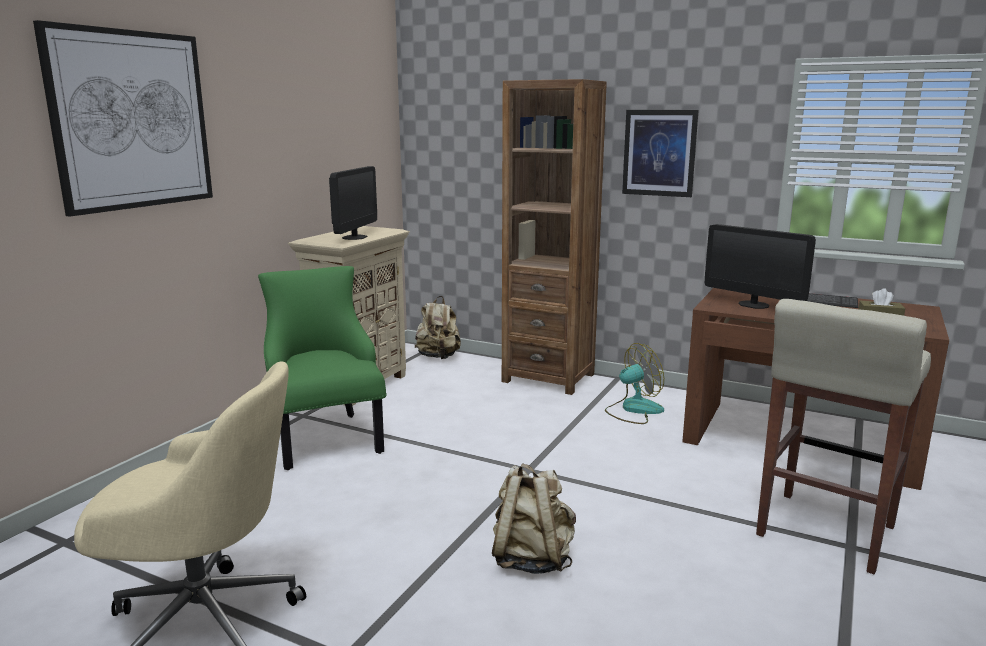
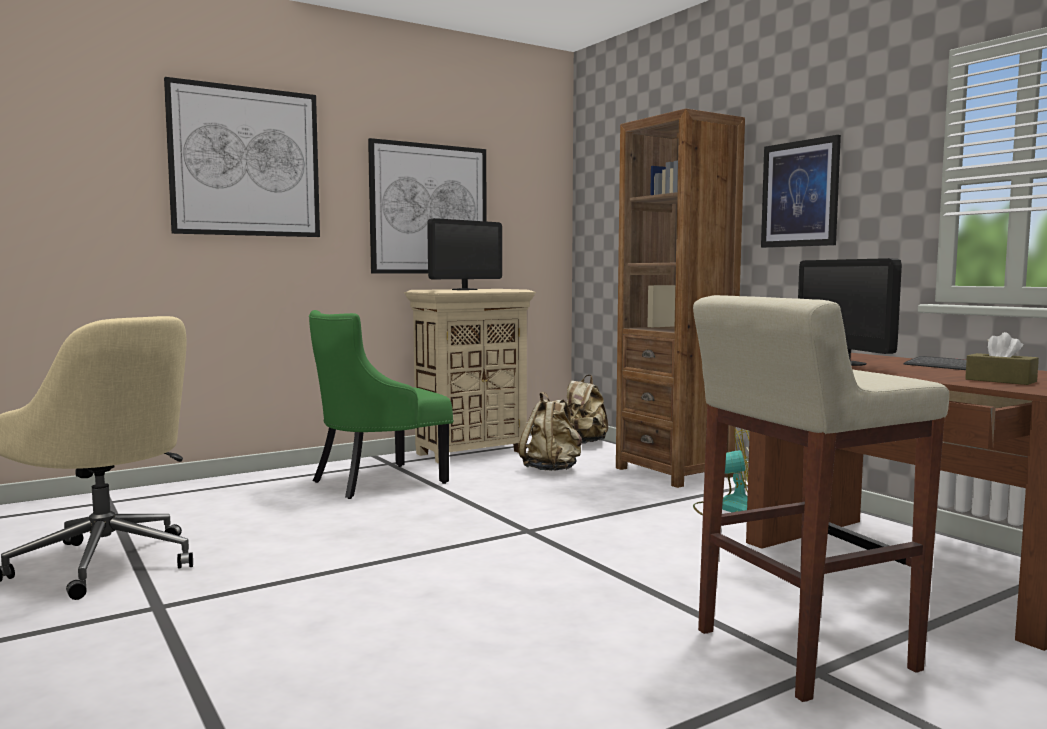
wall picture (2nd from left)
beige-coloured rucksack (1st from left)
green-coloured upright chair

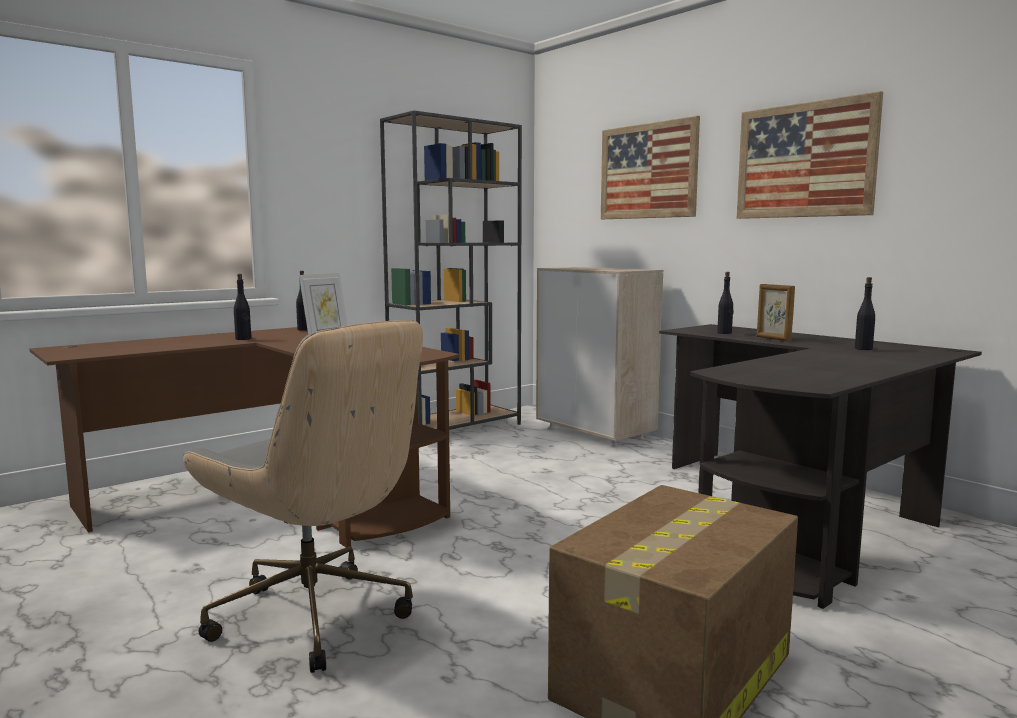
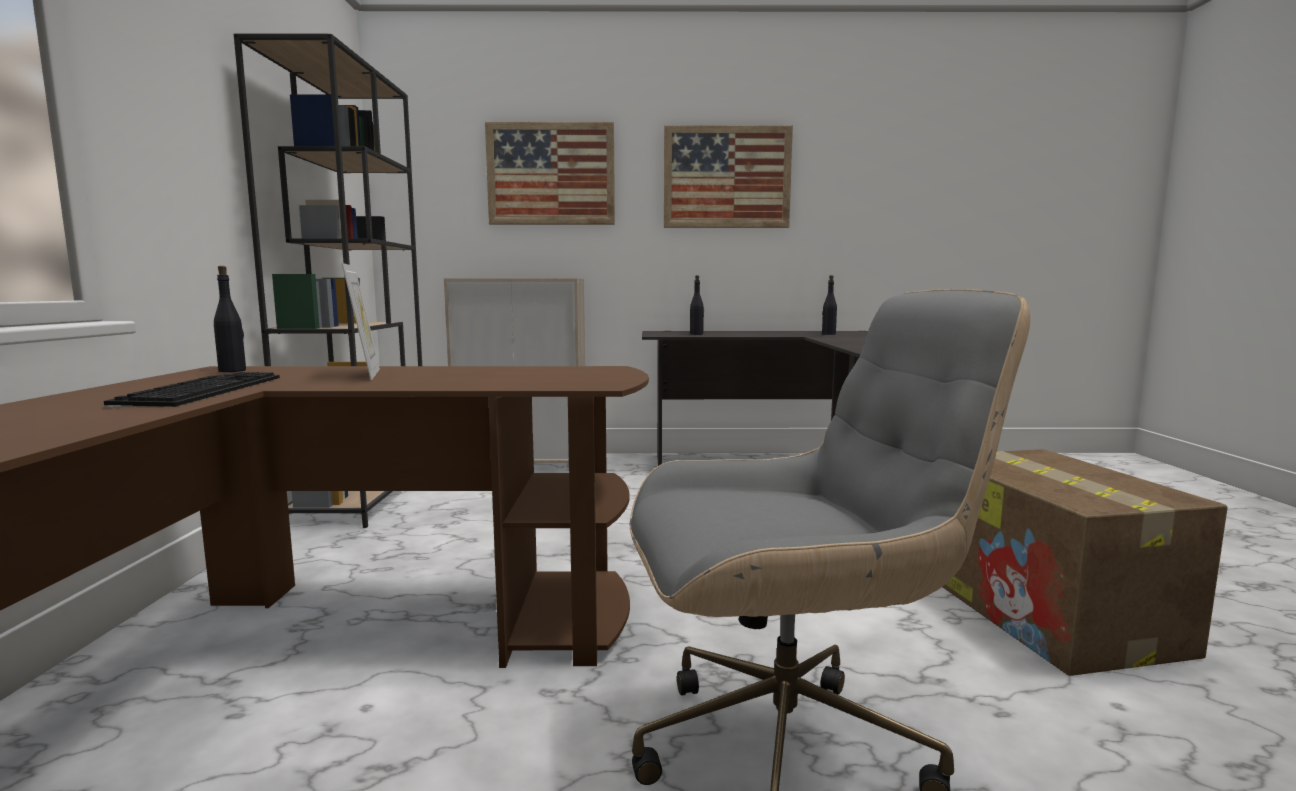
photo frame (2nd from left in the first image)
keyboard

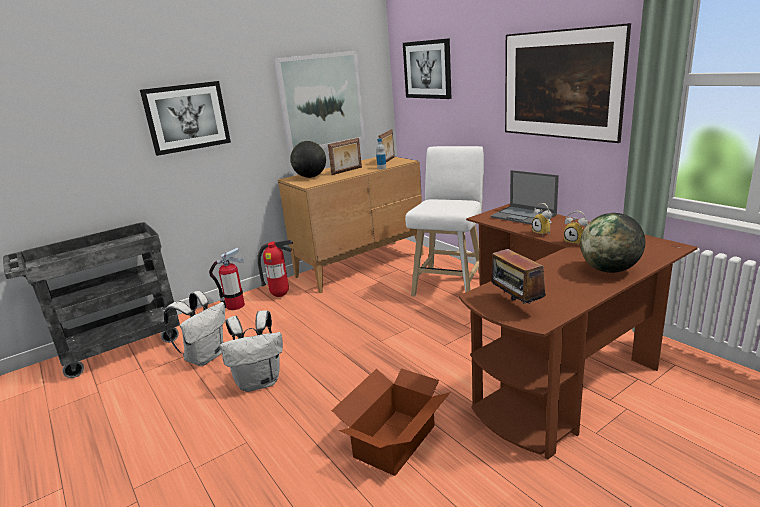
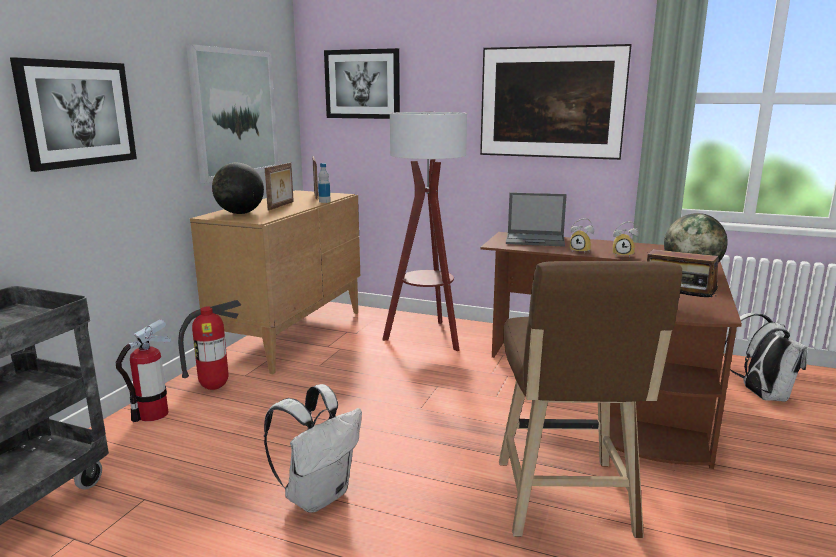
white-coloured rucksack (2nd from left)
brownish stool seat
standard lamp

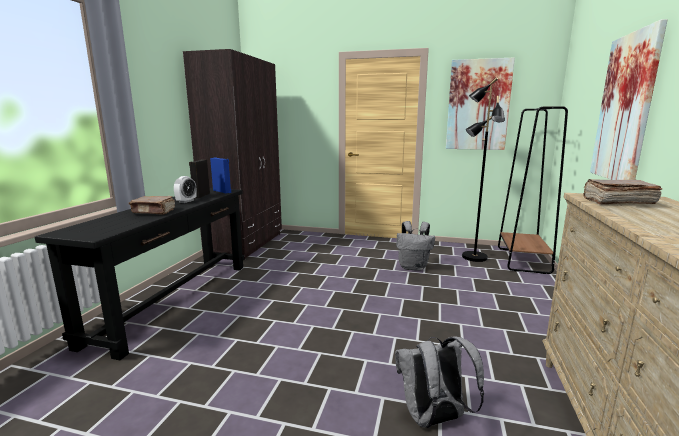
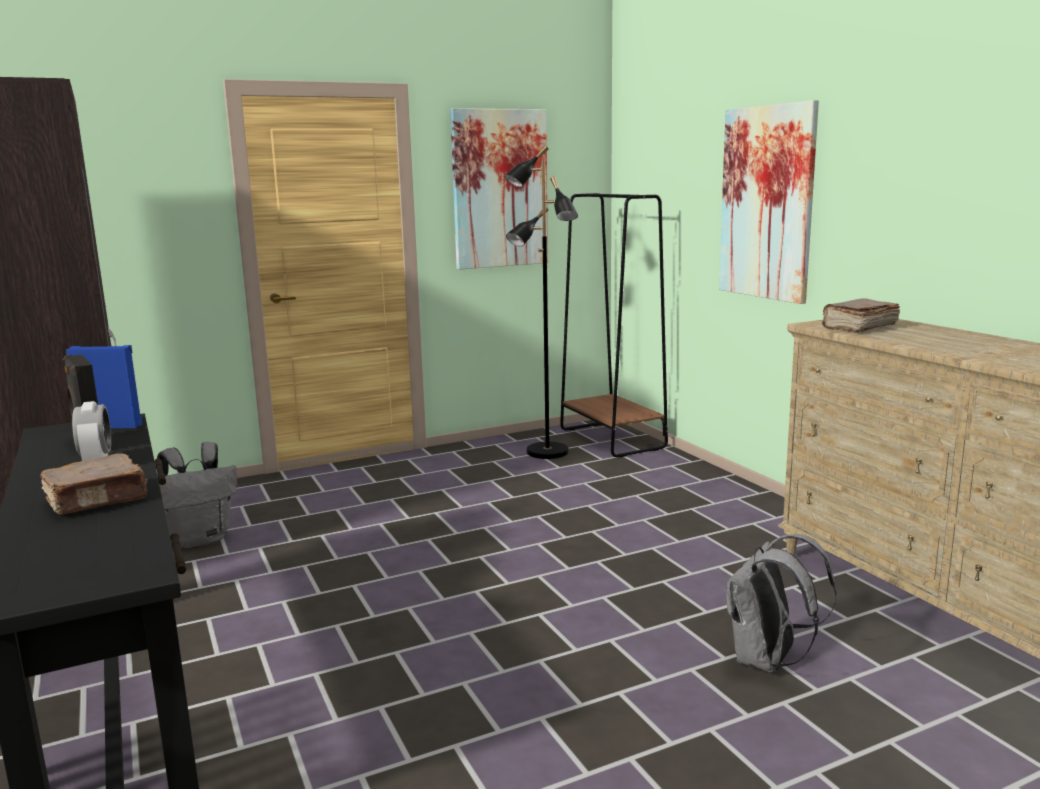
gray rucksack (1st from left)

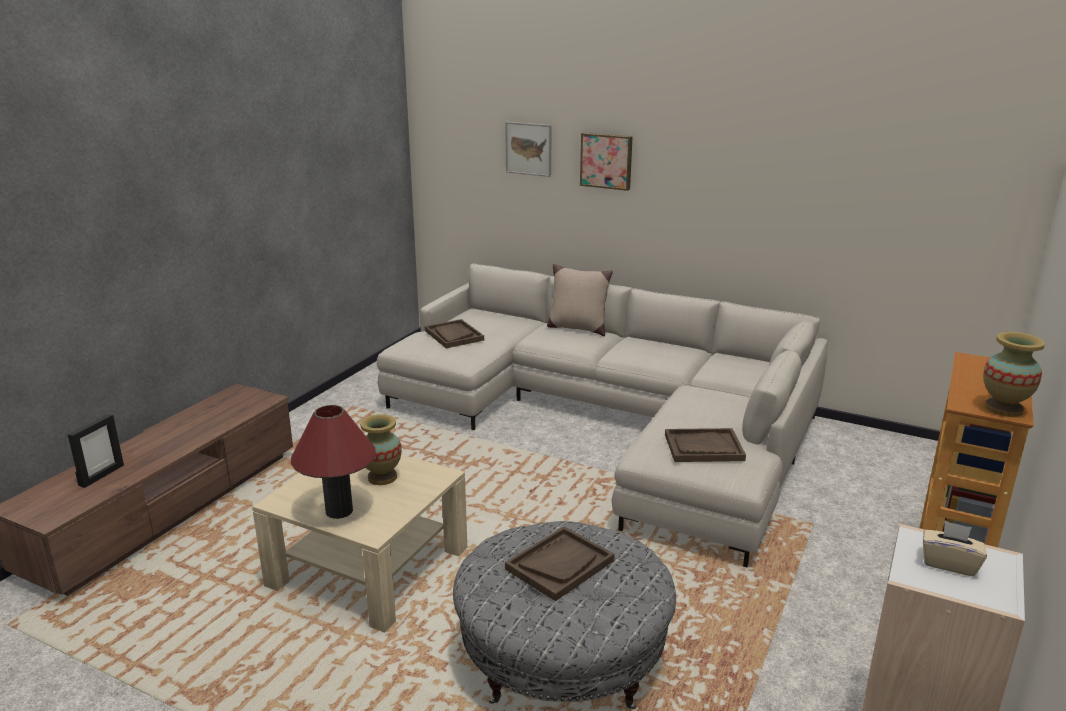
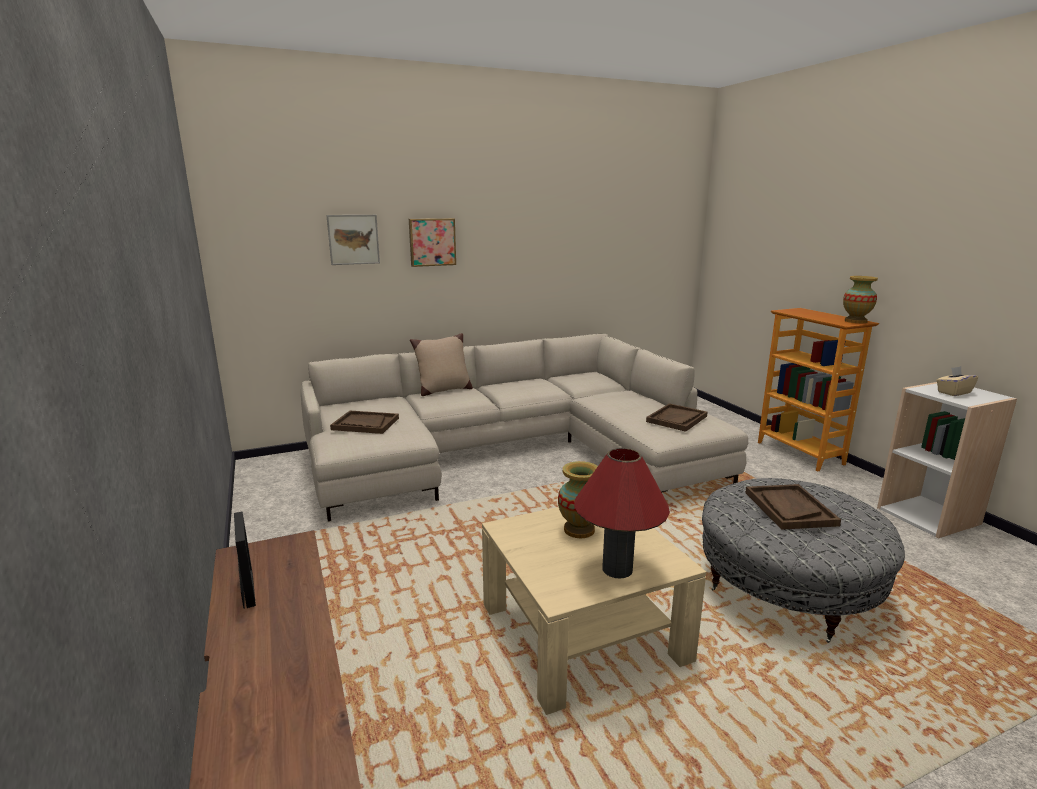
photo frame

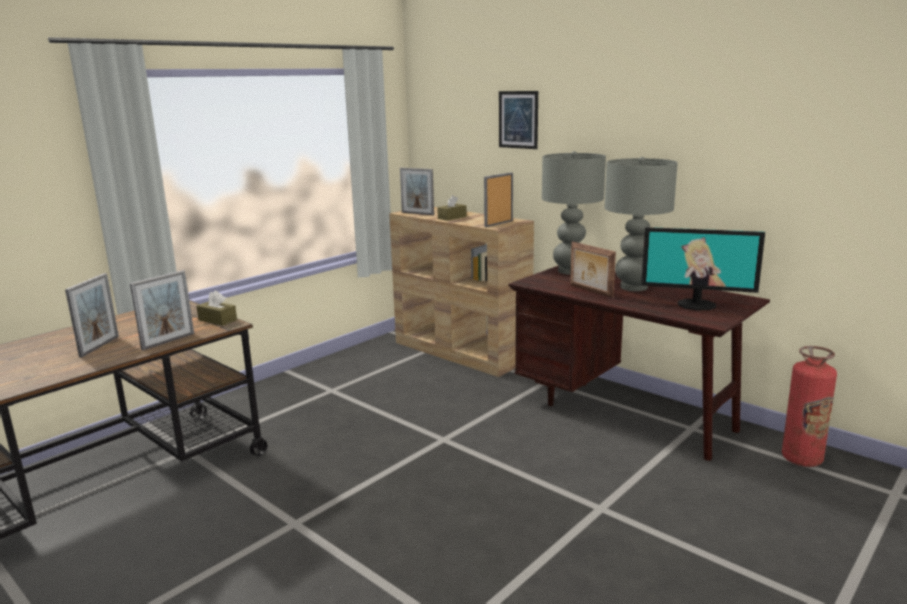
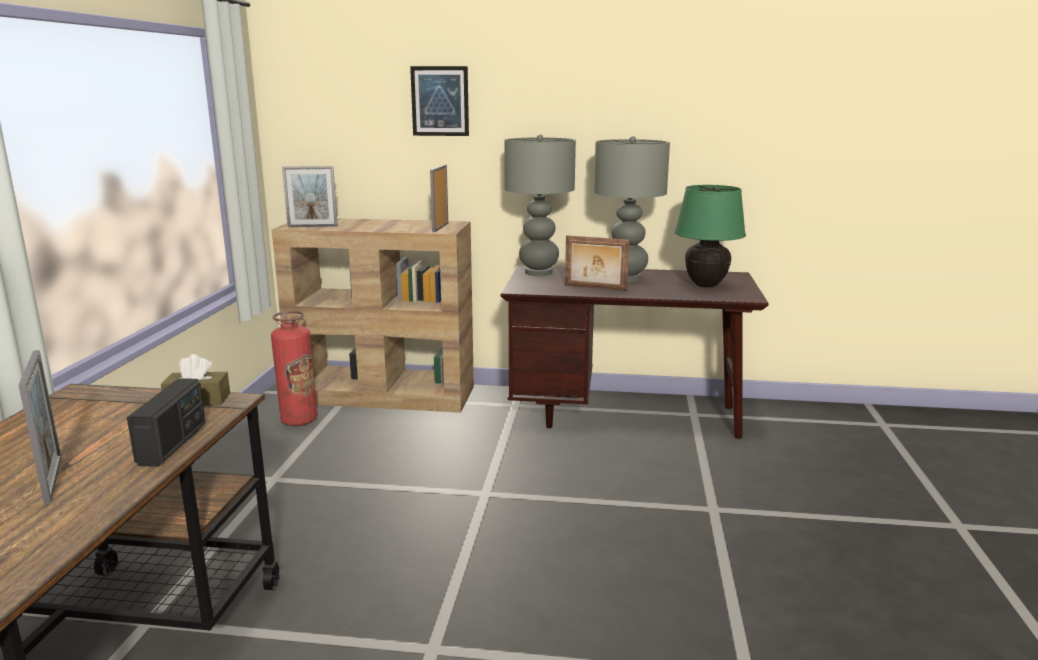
brownish tissue box (2nd from left in the first image)
fire extinguisher
radio receiver
green-coloured tabletop lamp

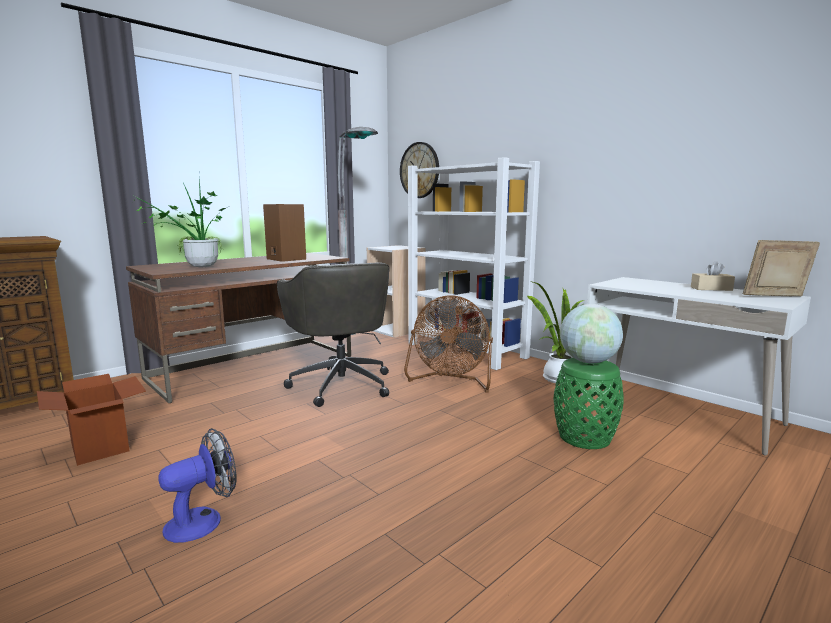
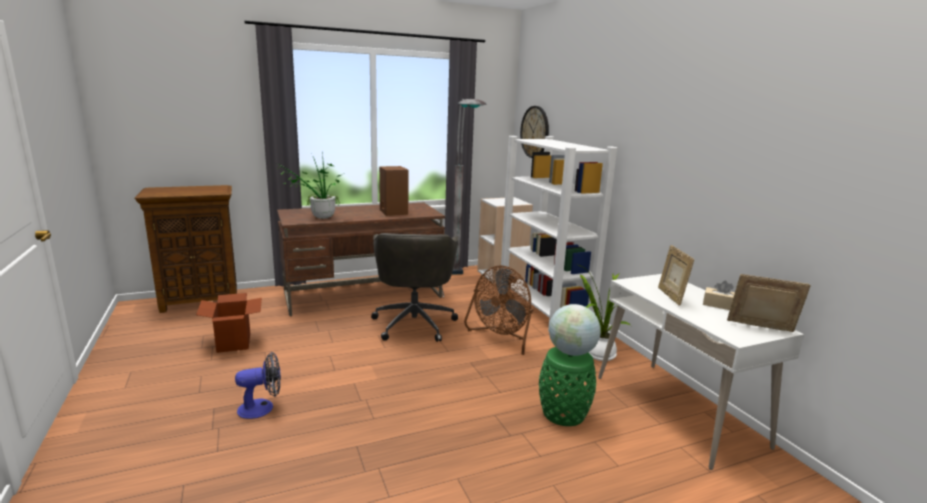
photo frame (1st from left)

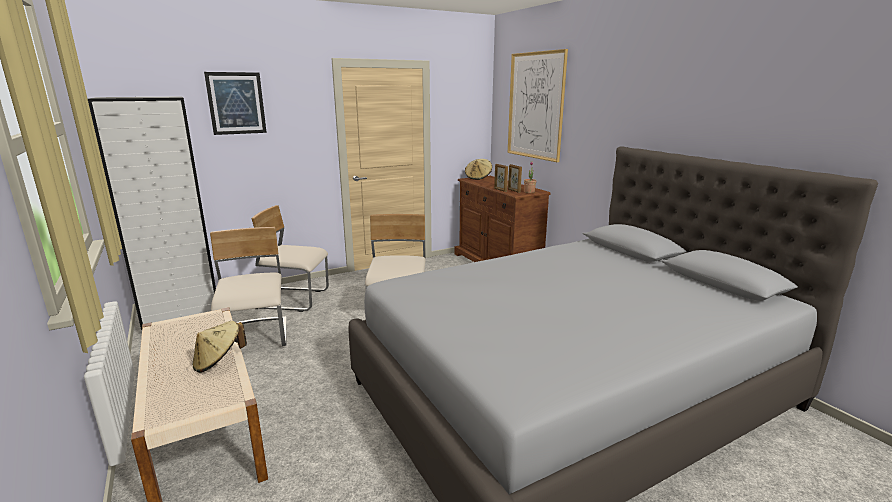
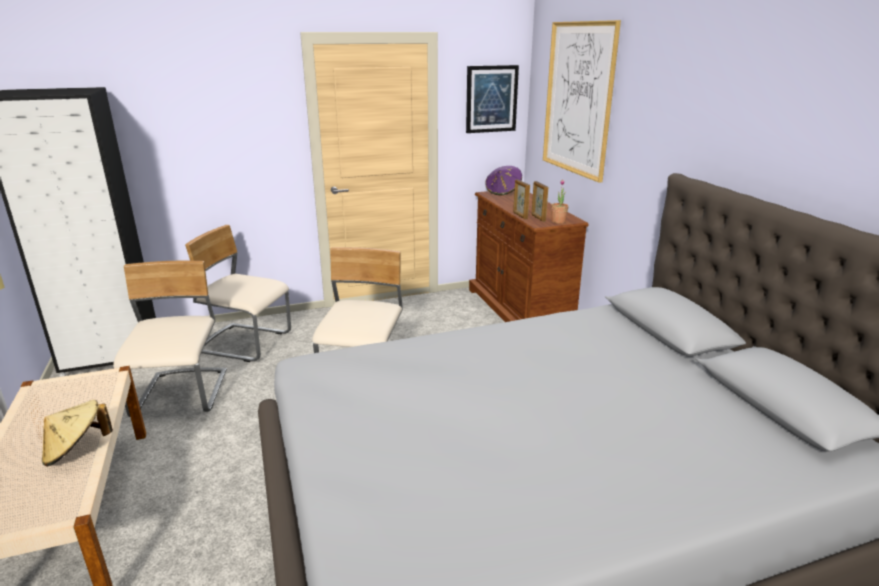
wall picture (1st from left)
purple wearable hat

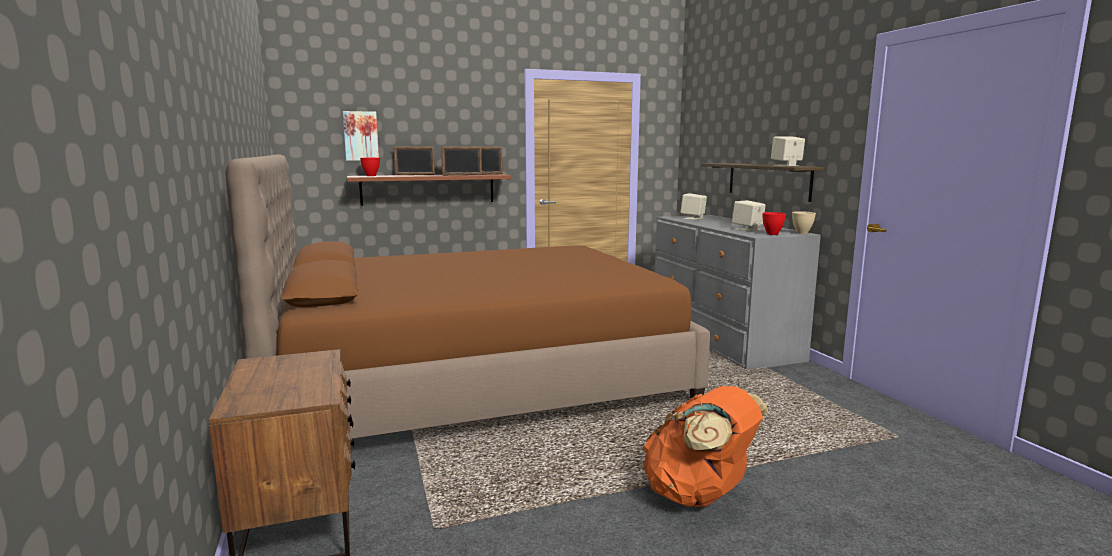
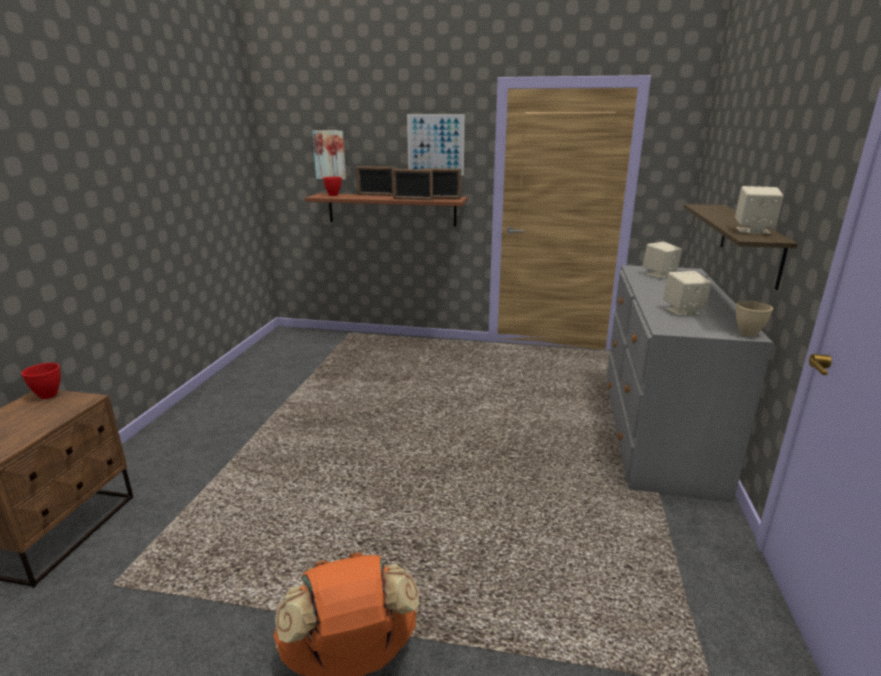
brownish bed
wall picture (2nd from left)
red serving bowl (1st from left)

